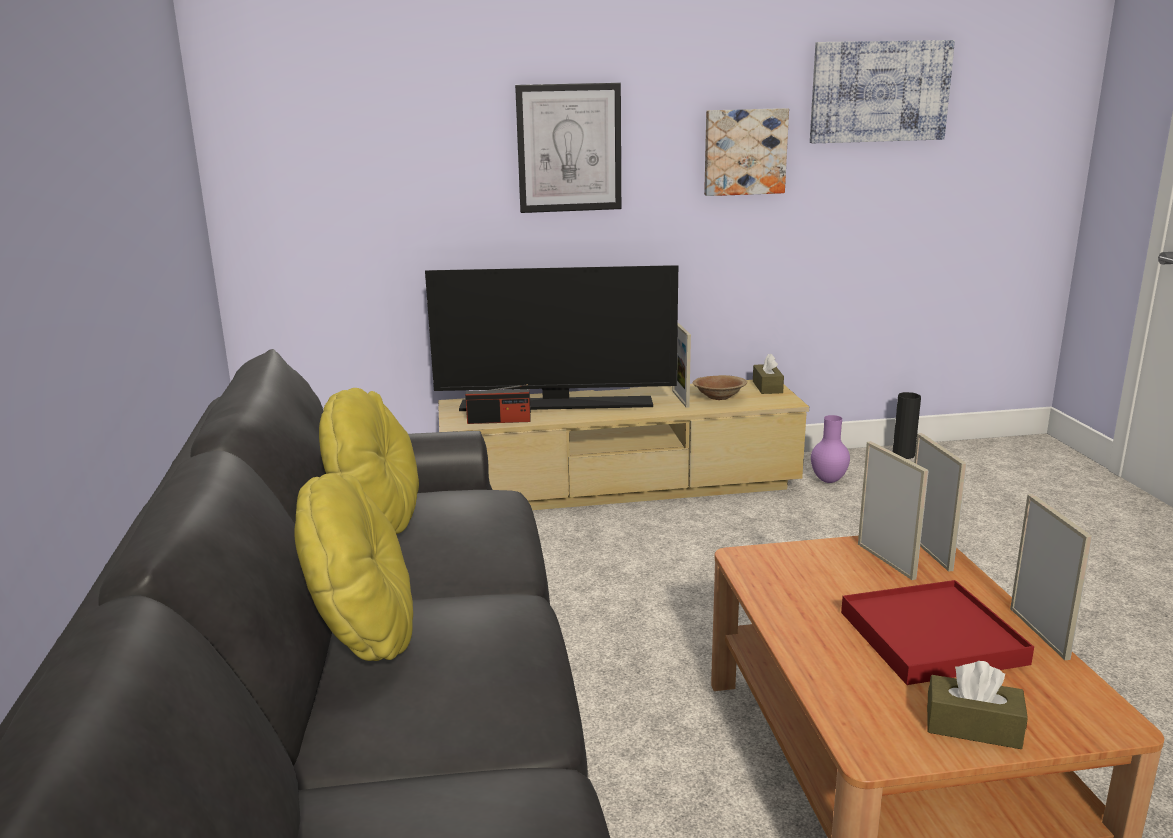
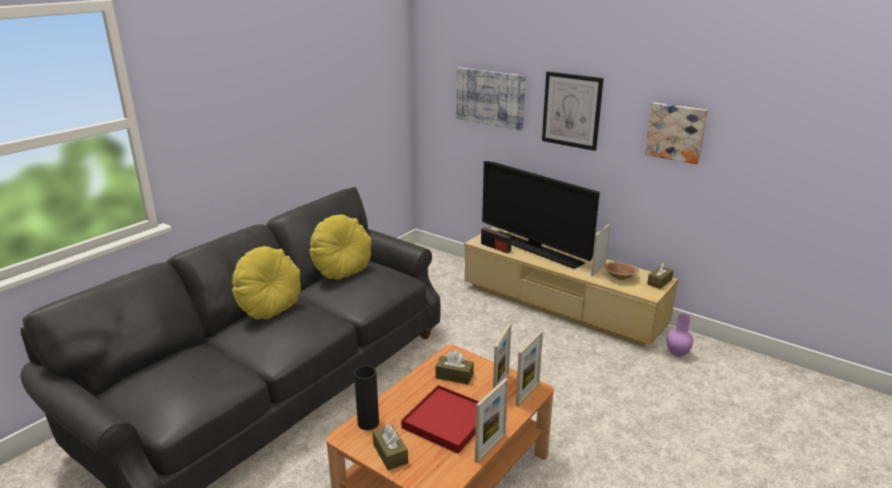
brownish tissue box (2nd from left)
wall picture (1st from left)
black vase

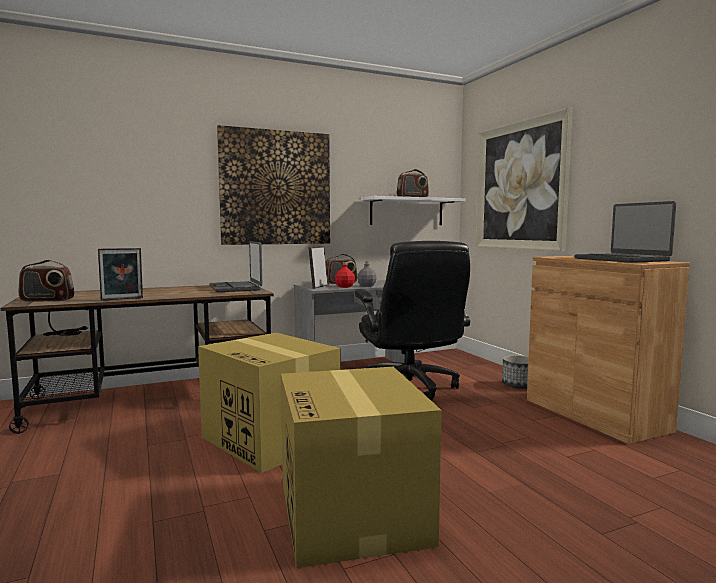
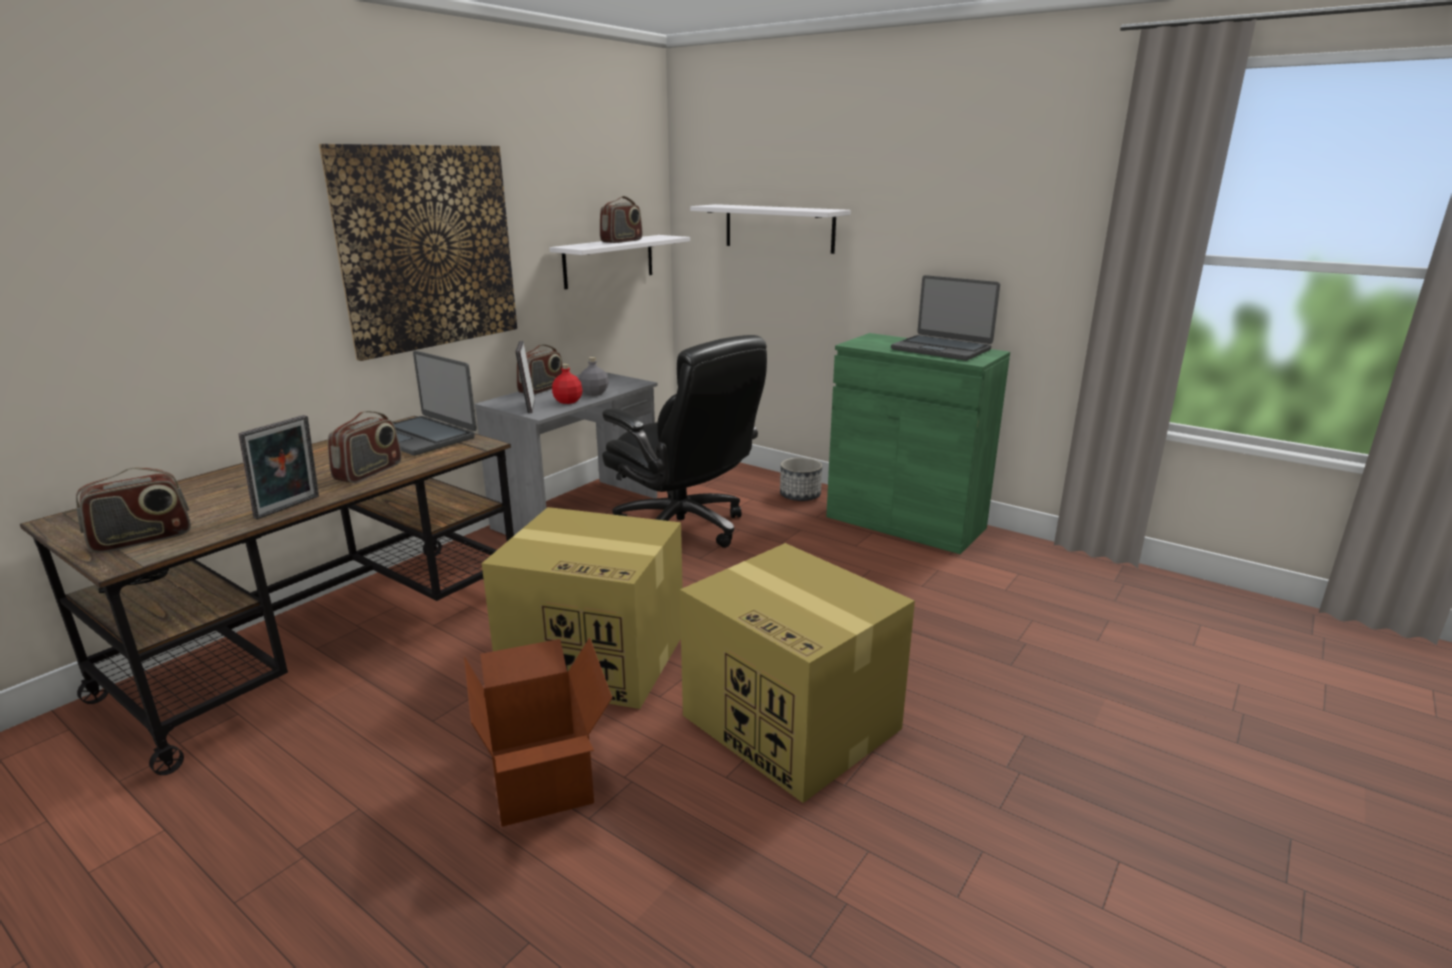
radio receiver (2nd from left)
packing box (1st from left)
white-coloured wall shelf (2nd from left)
green-coloured cabinet

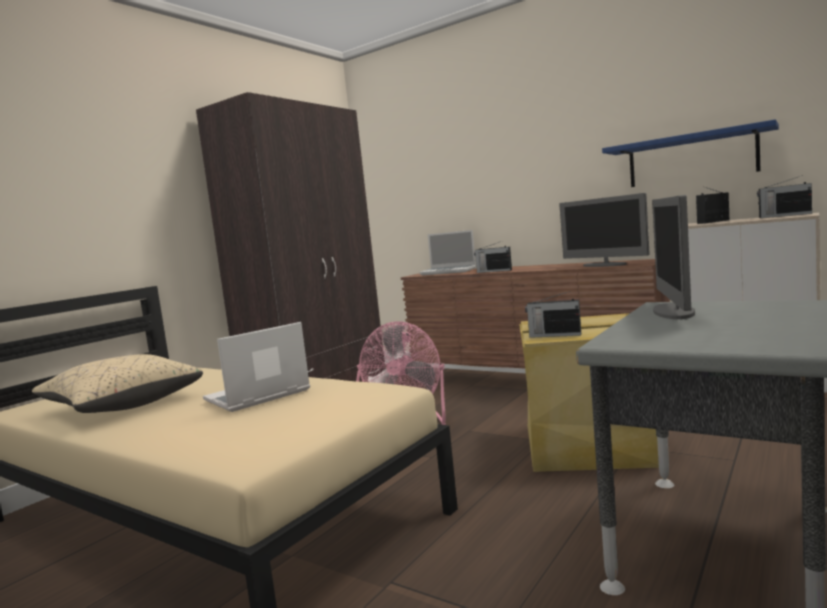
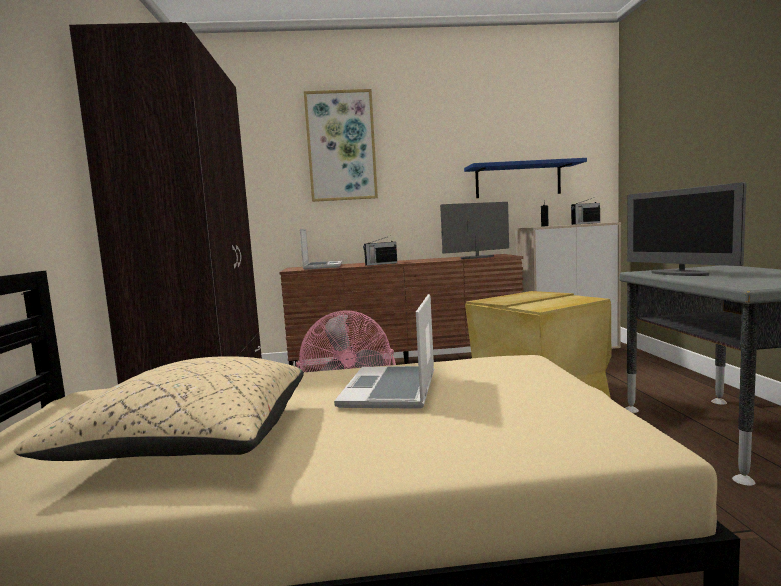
radio receiver (2nd from left in the first image)
wall picture
portable computer (1st from left)
computer screen (1st from left)

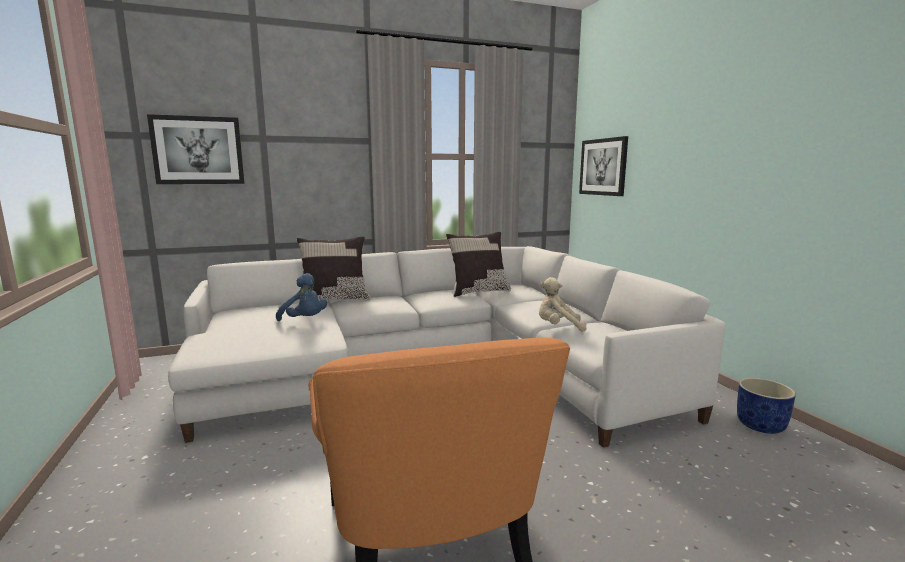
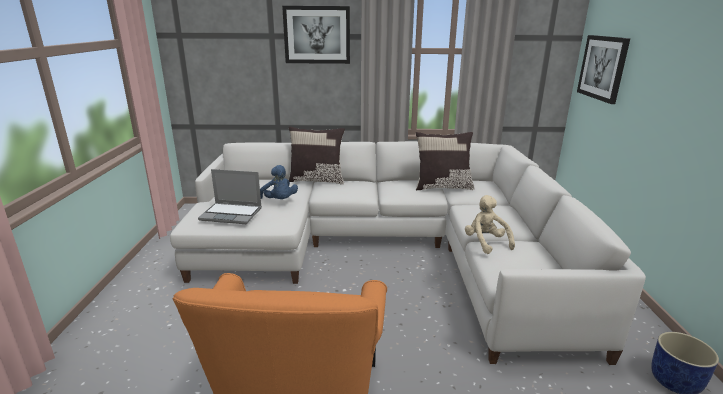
portable computer
wall picture (1st from left)
beige-coloured cuddly toy

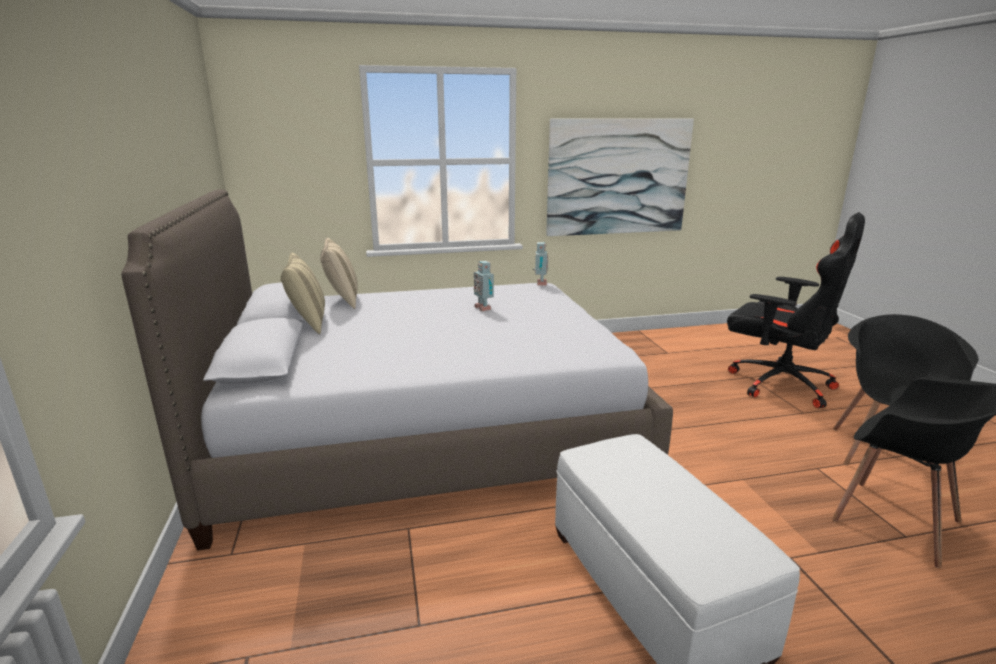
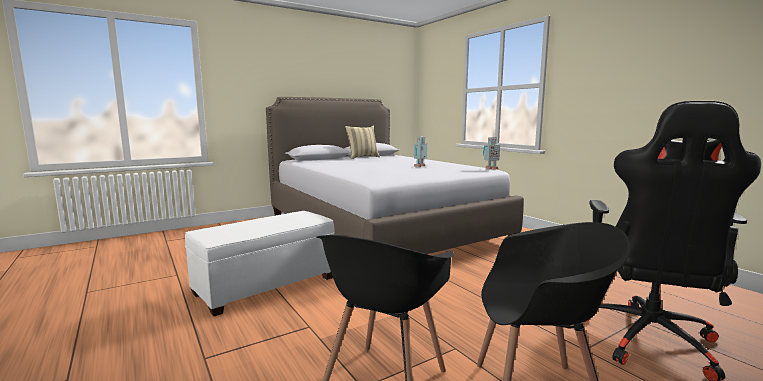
beige-coloured throw pillow (2nd from left in the first image)
wall picture

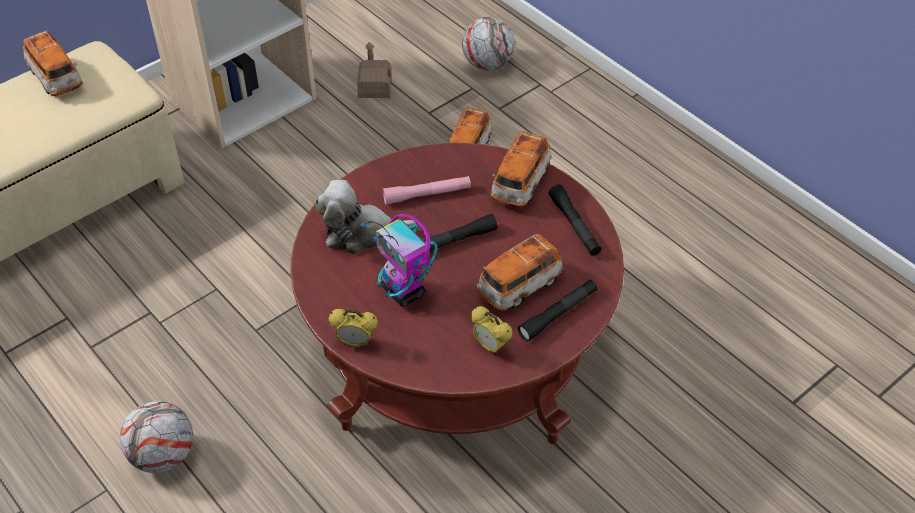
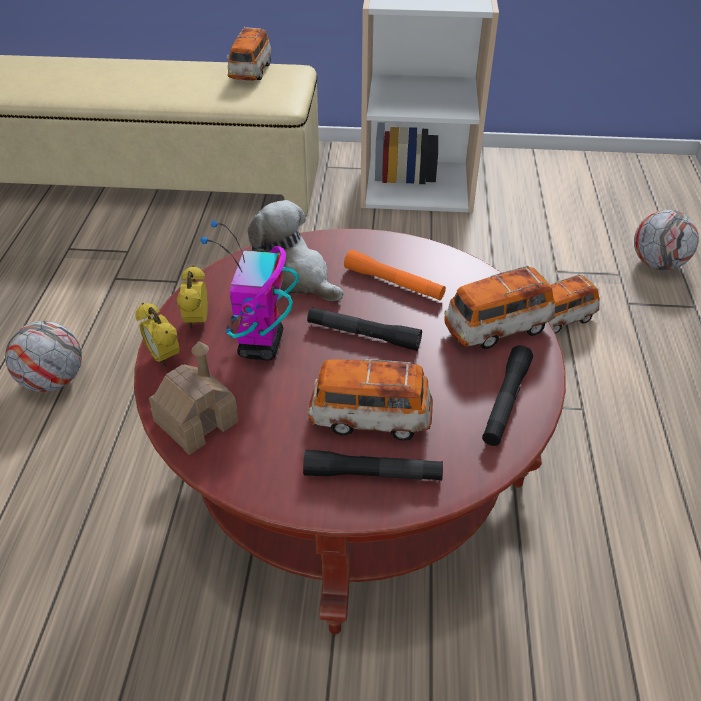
toy house
table clock (2nd from left)
orange torch

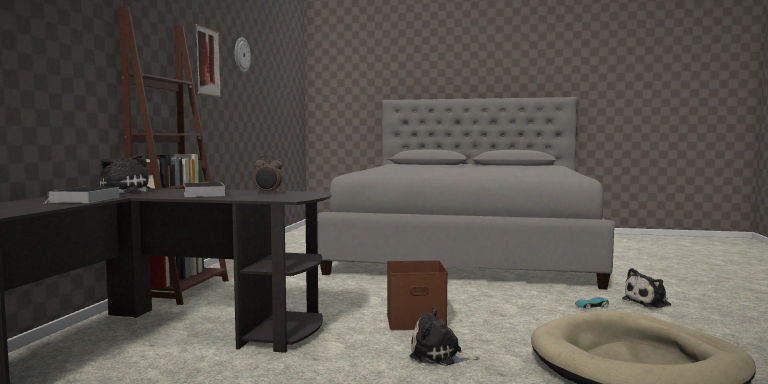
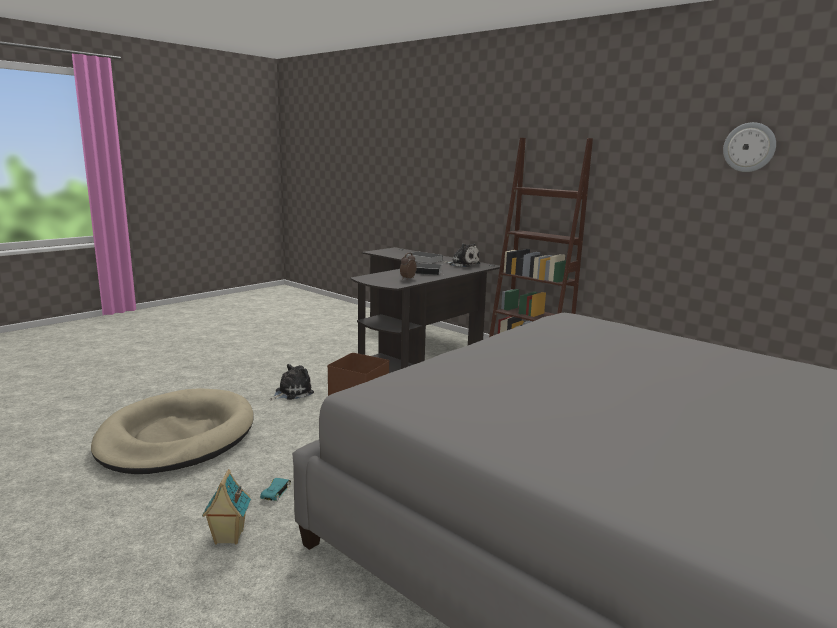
wall picture
toy house

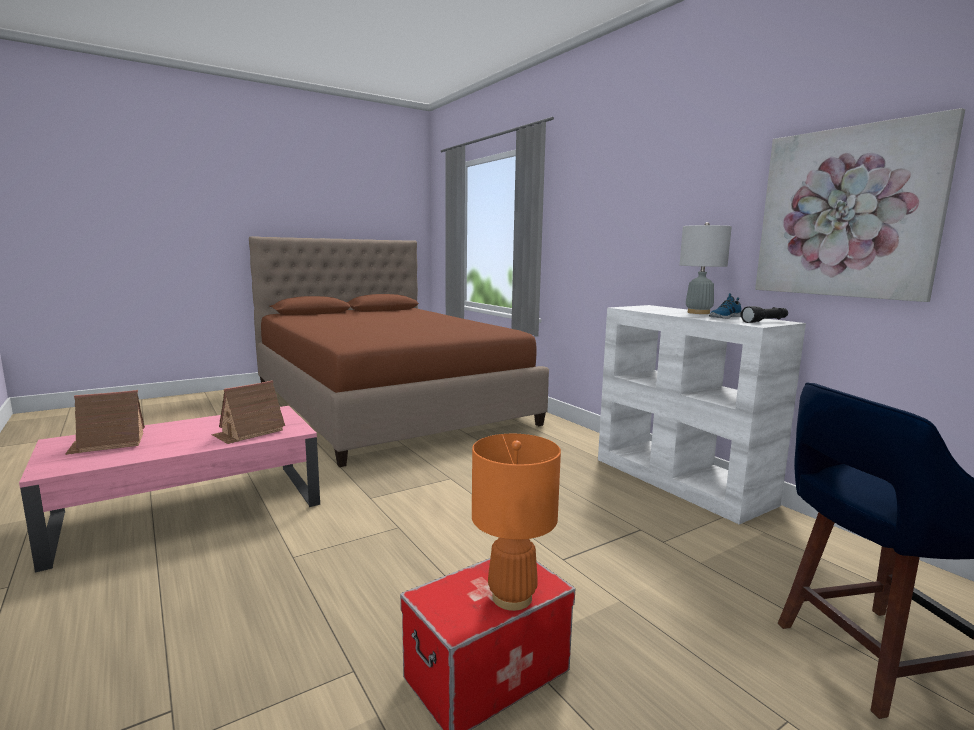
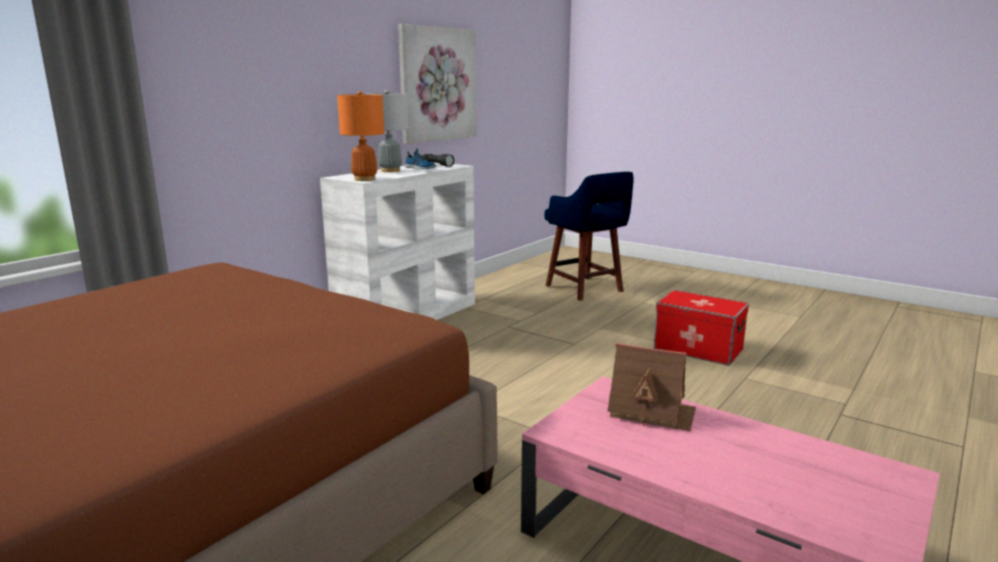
toy house (1st from left in the first image)
orange tabletop lamp

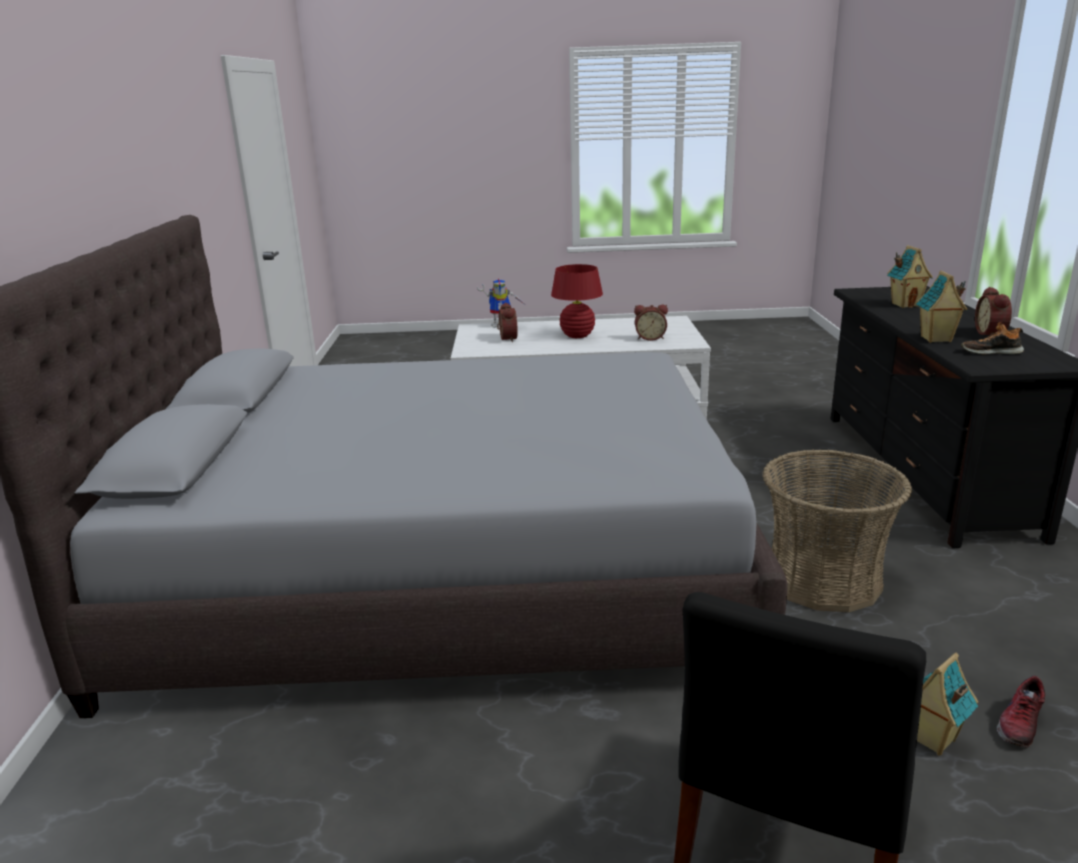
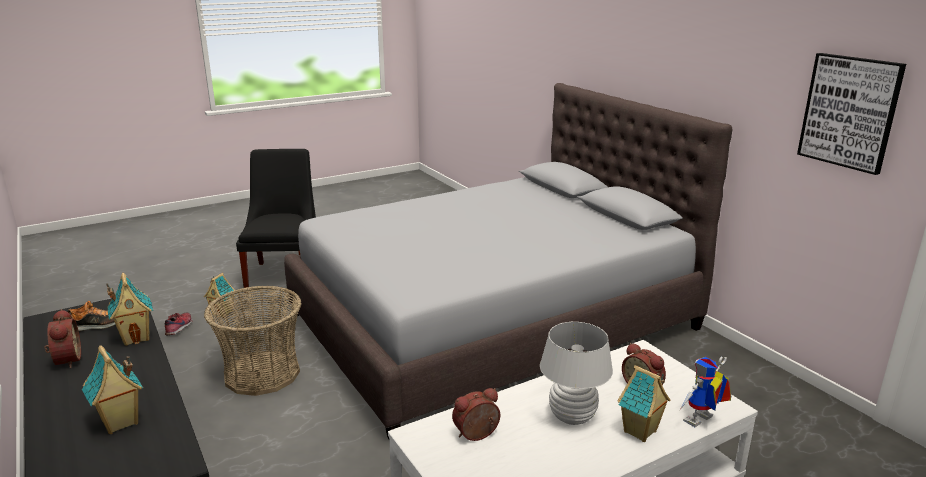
toy house (4th from left)
wall picture
white-coloured tabletop lamp

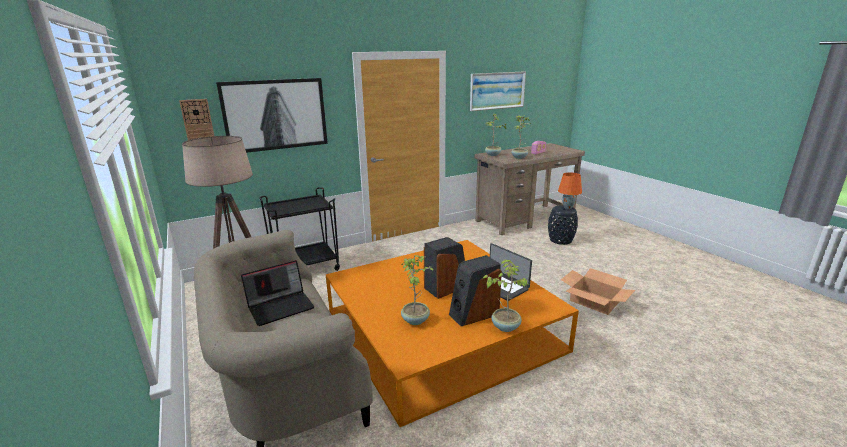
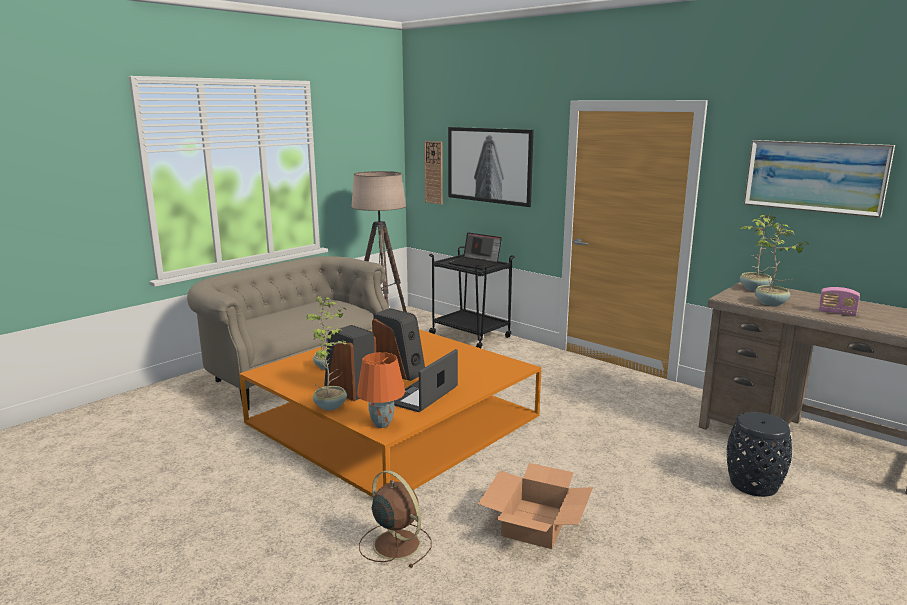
brownish fan
portable computer (2nd from left)
orange tabletop lamp

